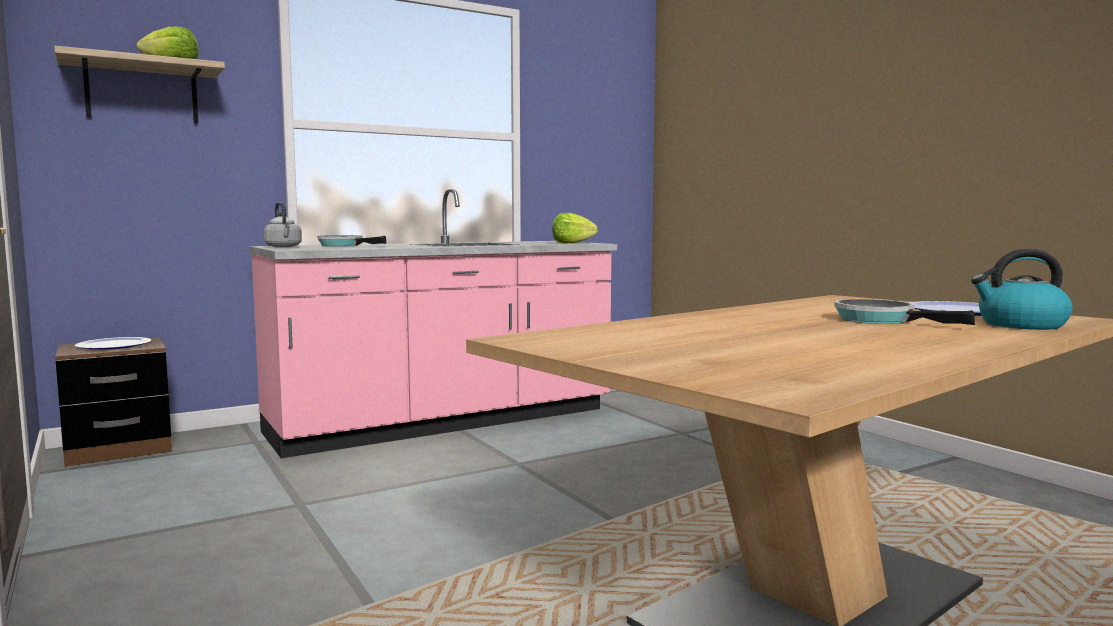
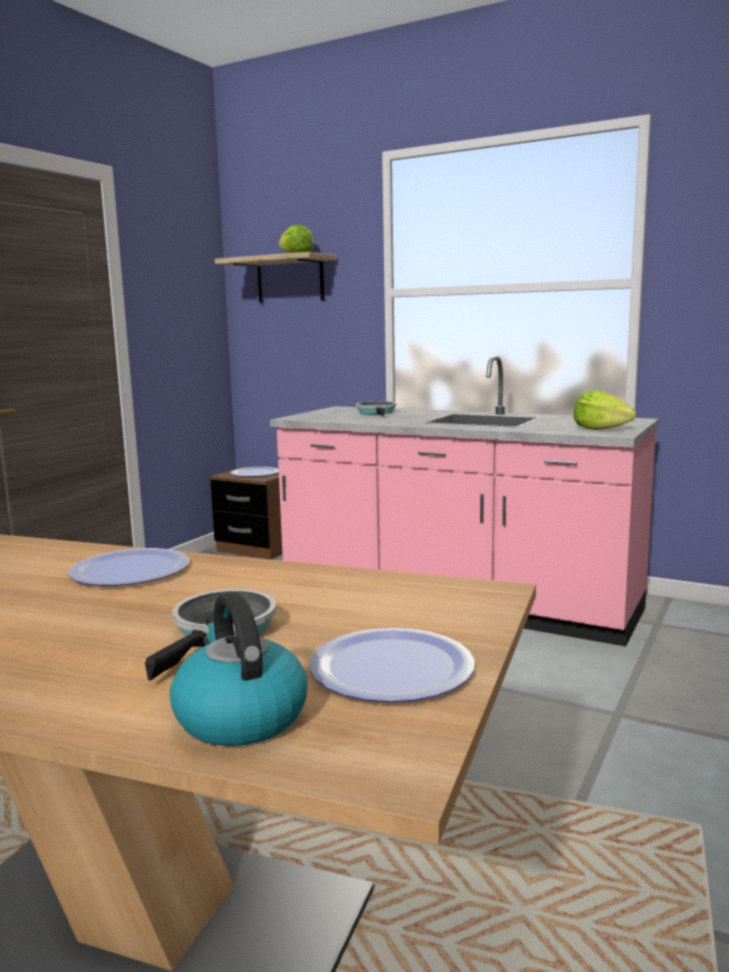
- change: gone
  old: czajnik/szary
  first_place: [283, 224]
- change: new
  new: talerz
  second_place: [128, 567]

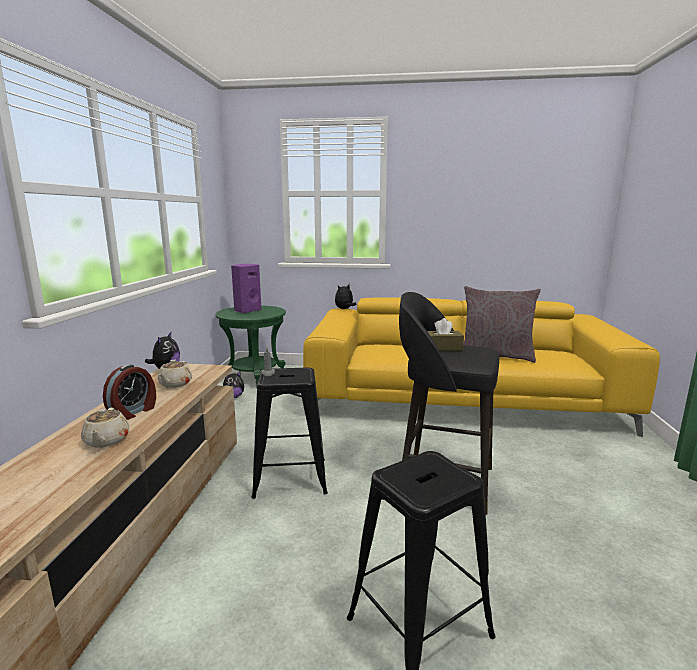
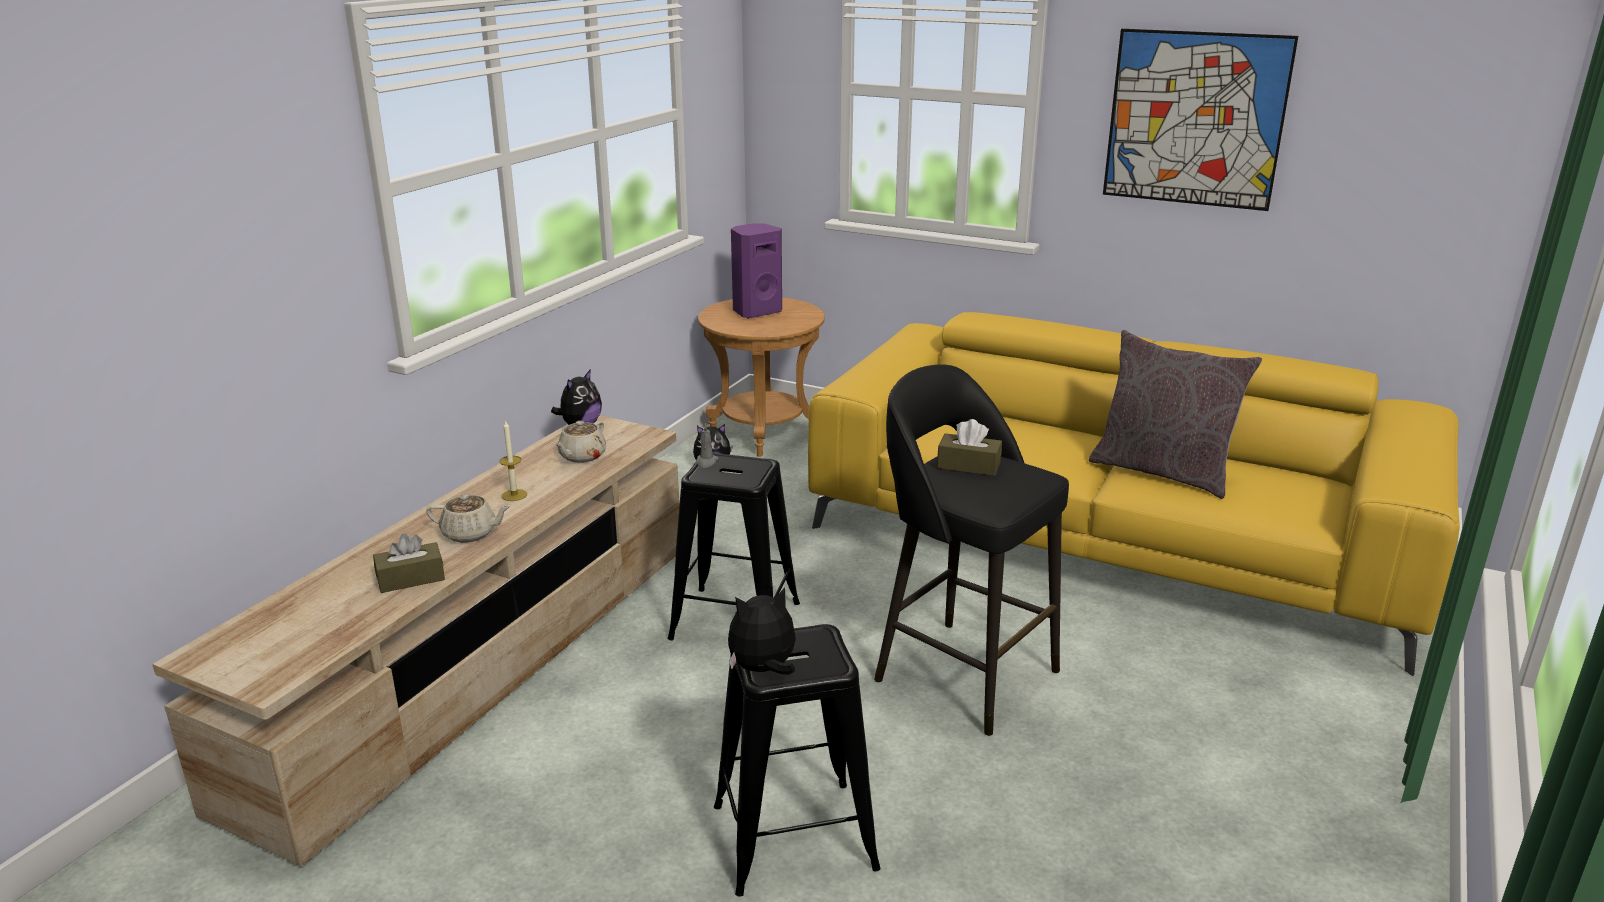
- change: rotated
  old: imbryk/beżowy
  first_place: [105, 428]
  second_place: [468, 518]
  degrees: -90
- change: swapped
  old: budzik
  new: świeca
  first_place: [129, 392]
  second_place: [513, 461]
- change: repainted
  old: stolik/zielony
  new: stolik/brązowy
  first_place: [250, 346]
  second_place: [761, 377]
- change: shifted
  old: pluszak
  first_place: [345, 296]
  second_place: [762, 631]
- change: new
  new: pudełko chusteczek/brązowy
  second_place: [409, 563]
- change: new
  new: obraz
  second_place: [1200, 120]

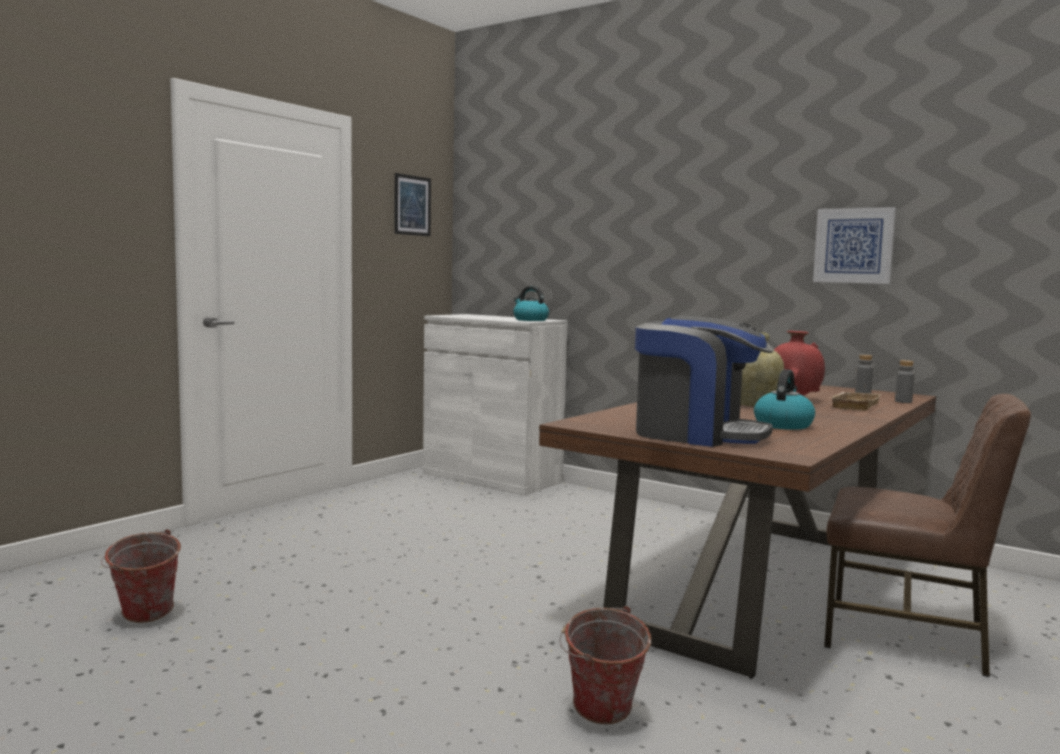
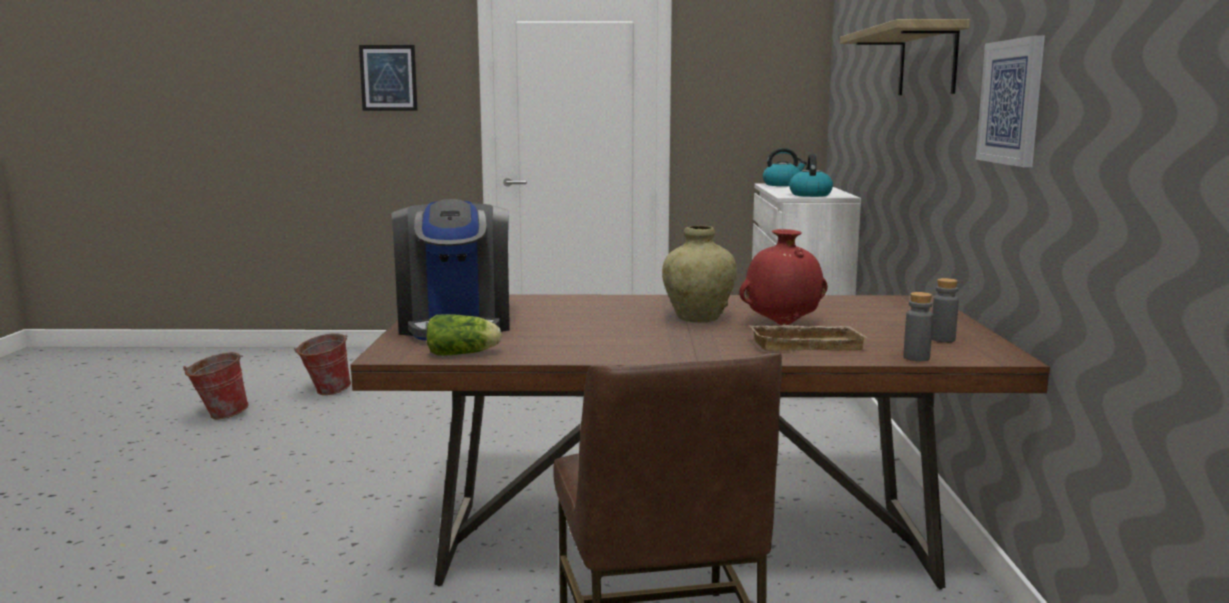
- change: shifted
  old: obraz
  first_place: [412, 204]
  second_place: [388, 78]
- change: shifted
  old: wiadro
  first_place: [605, 665]
  second_place: [216, 385]
- change: shifted
  old: czajnik
  first_place: [784, 399]
  second_place: [785, 167]
- change: new
  new: sałata
  second_place: [464, 334]
- change: new
  new: półka
  second_place: [905, 57]

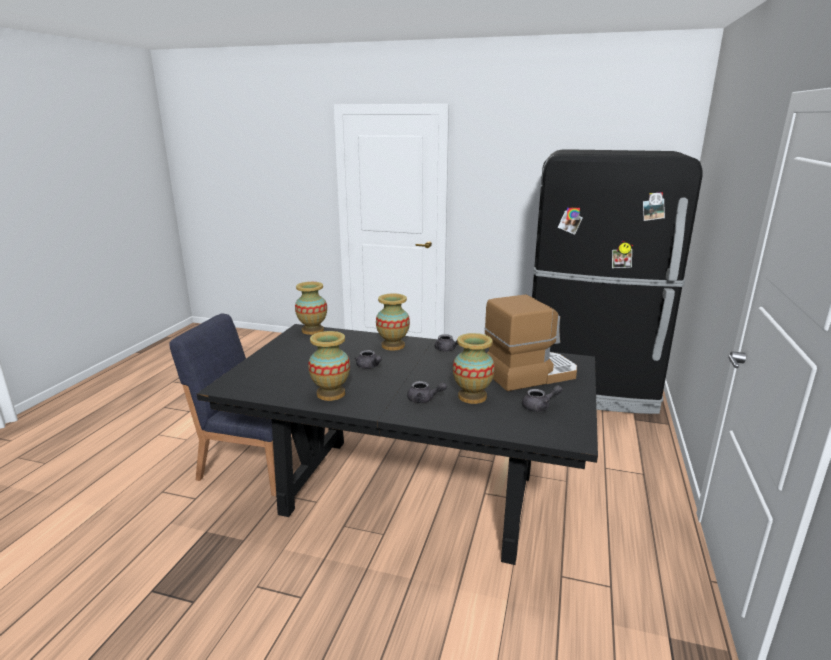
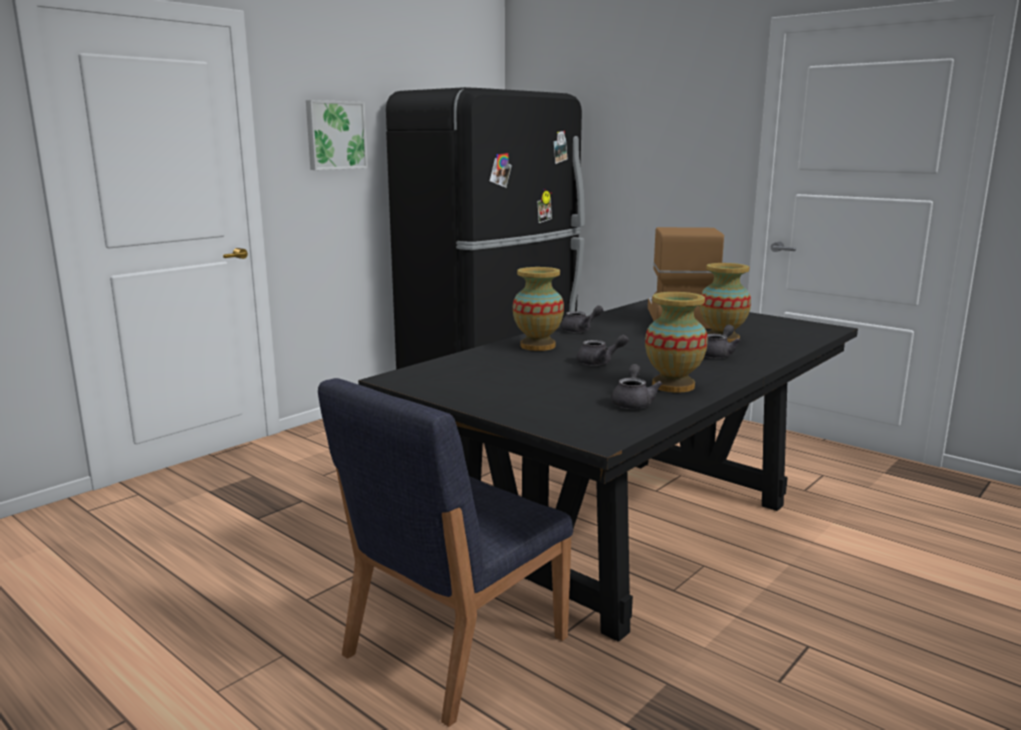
- change: gone
  old: wazon
  first_place: [311, 308]
- change: shifted
  old: imbryk/szary
  first_place: [542, 398]
  second_place: [637, 386]
- change: new
  new: obraz
  second_place: [337, 135]

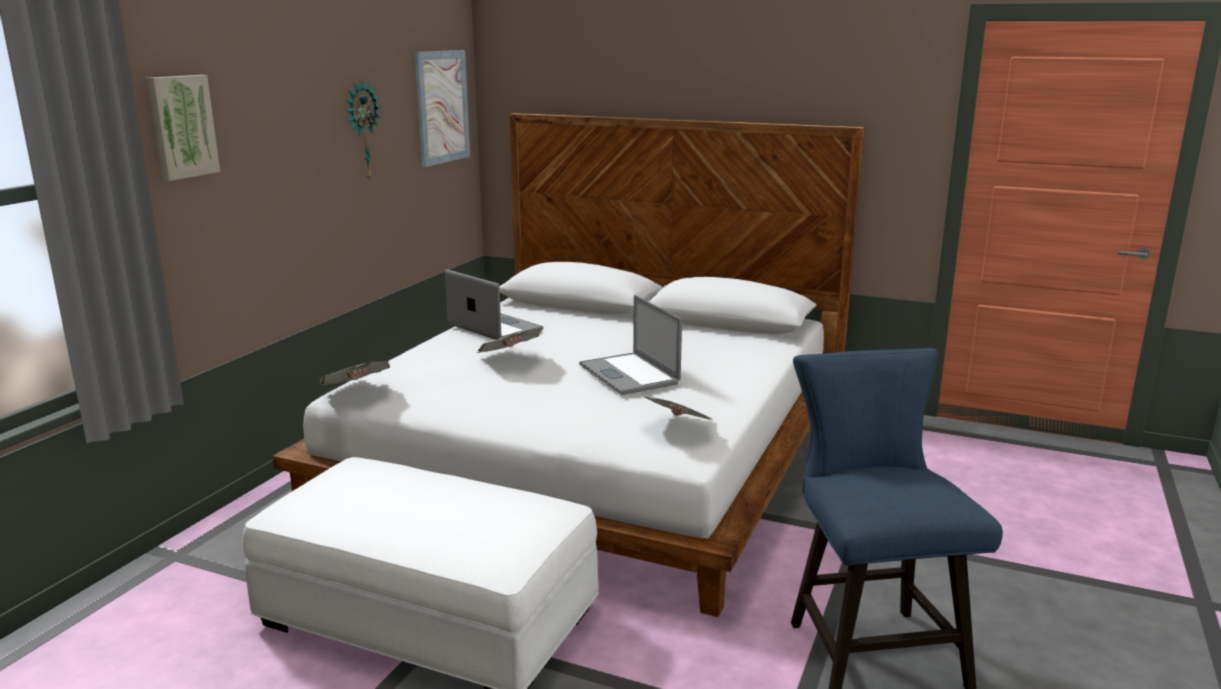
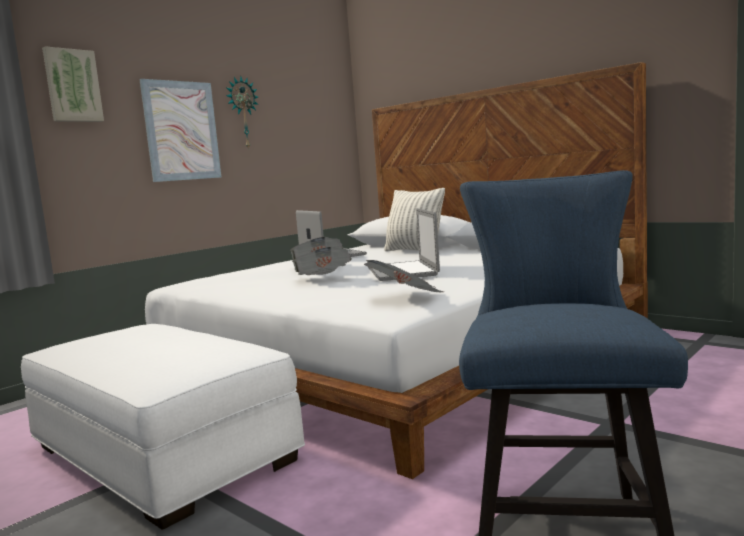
- change: shifted
  old: gazeta
  first_place: [355, 373]
  second_place: [322, 261]
- change: shifted
  old: obraz
  first_place: [442, 108]
  second_place: [180, 130]
- change: new
  new: poduszka
  second_place: [414, 219]

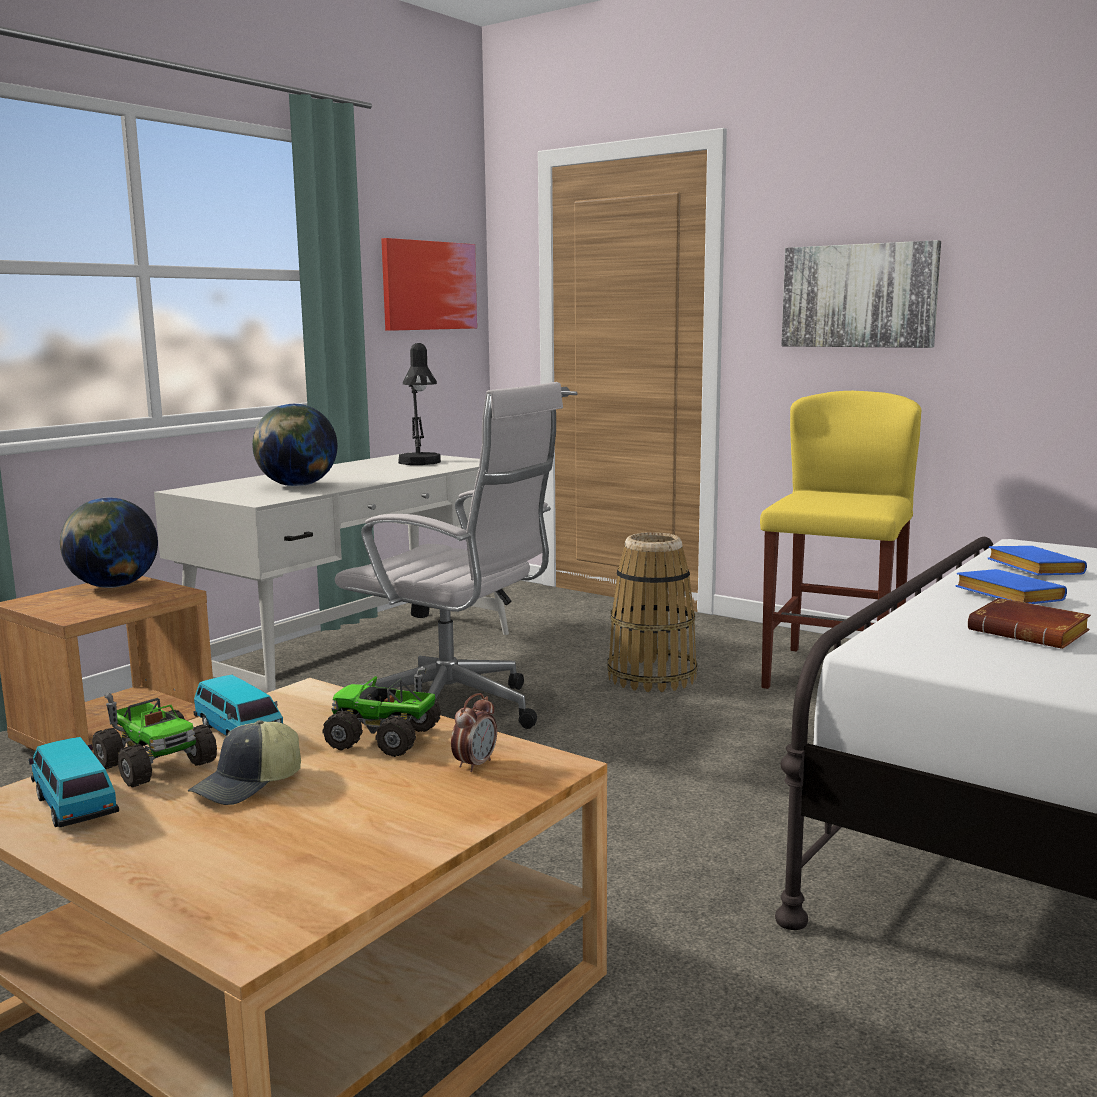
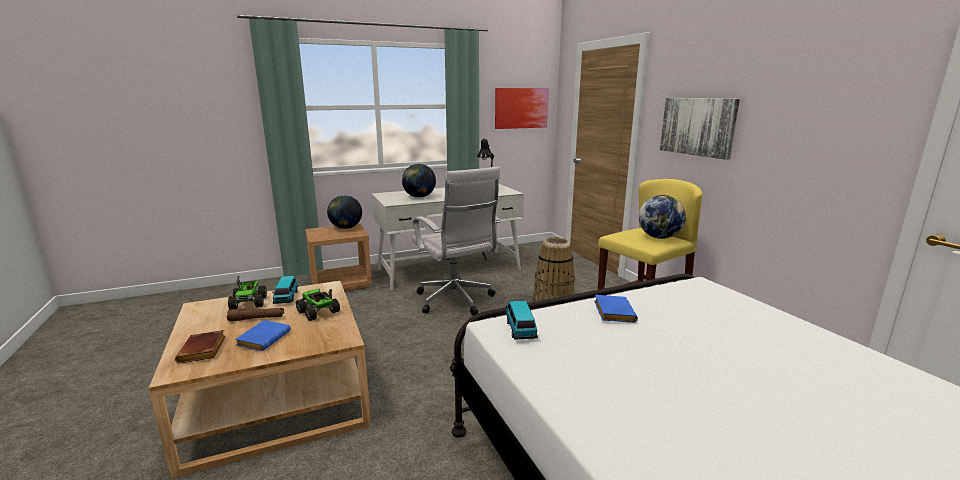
- change: shifted
  old: samochodzik
  first_place: [74, 782]
  second_place: [521, 320]
- change: swapped
  old: czapka z daszkiem
  new: latarka/brązowy
  first_place: [244, 762]
  second_place: [255, 314]
- change: gone
  old: budzik
  first_place: [474, 732]
- change: shifted
  old: książka/brązowy
  first_place: [1029, 623]
  second_place: [200, 347]
- change: shifted
  old: książka/niebieski
  first_place: [1037, 560]
  second_place: [263, 335]
- change: new
  new: globus
  second_place: [662, 217]

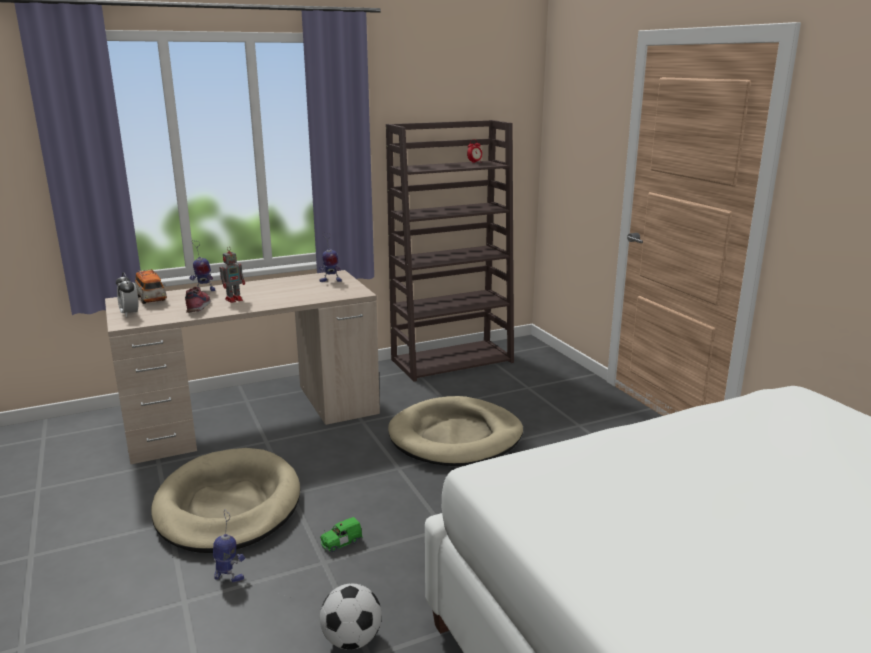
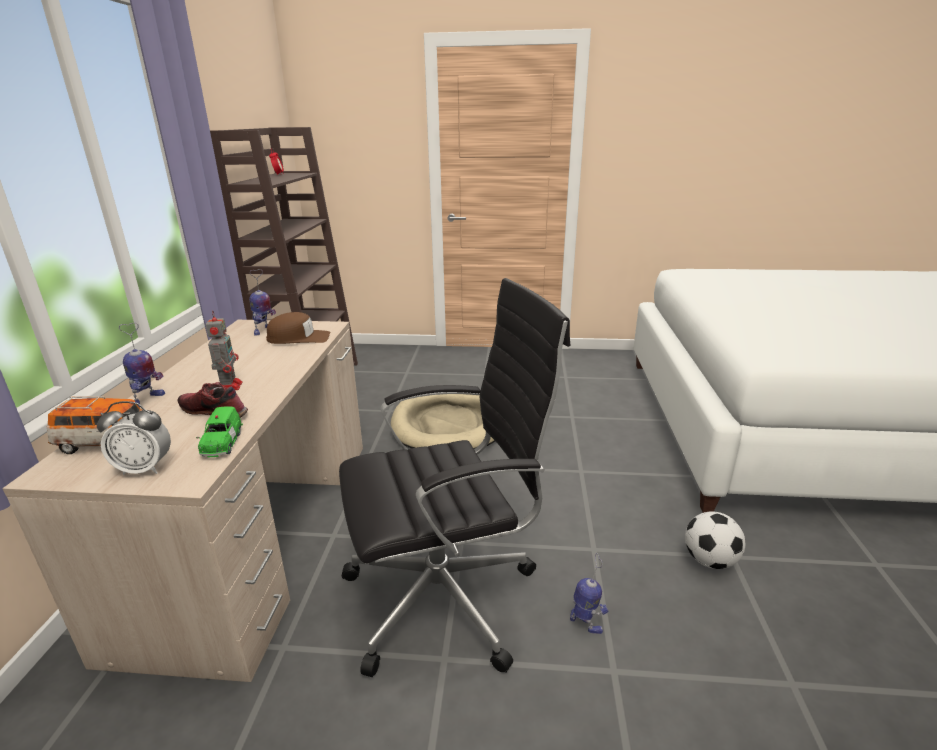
- change: swapped
  old: legowisko/beżowy
  new: krzesło biurowe/czarny
  first_place: [225, 500]
  second_place: [454, 477]
- change: rotated
  old: robot zabawkowy
  first_place: [229, 546]
  second_place: [589, 593]
  degrees: 90
- change: shifted
  old: samochodzik/zielony
  first_place: [341, 534]
  second_place: [219, 432]
- change: new
  new: czapka z daszkiem/brązowy
  second_place: [298, 328]

